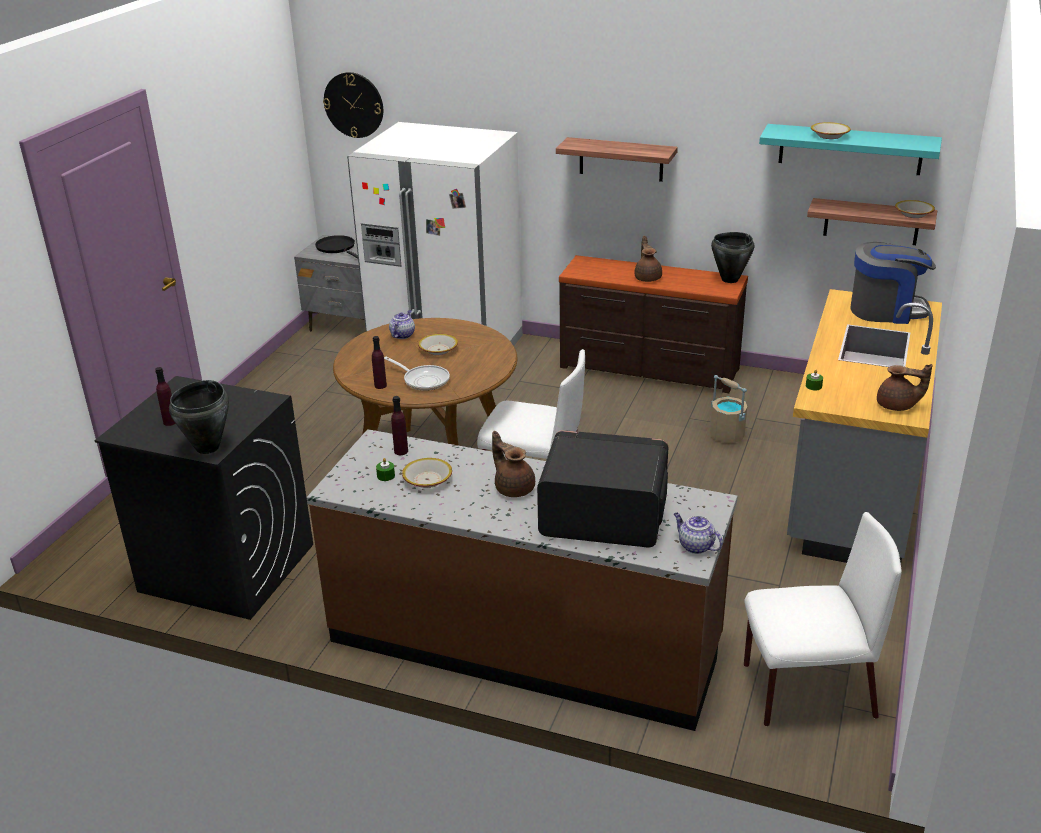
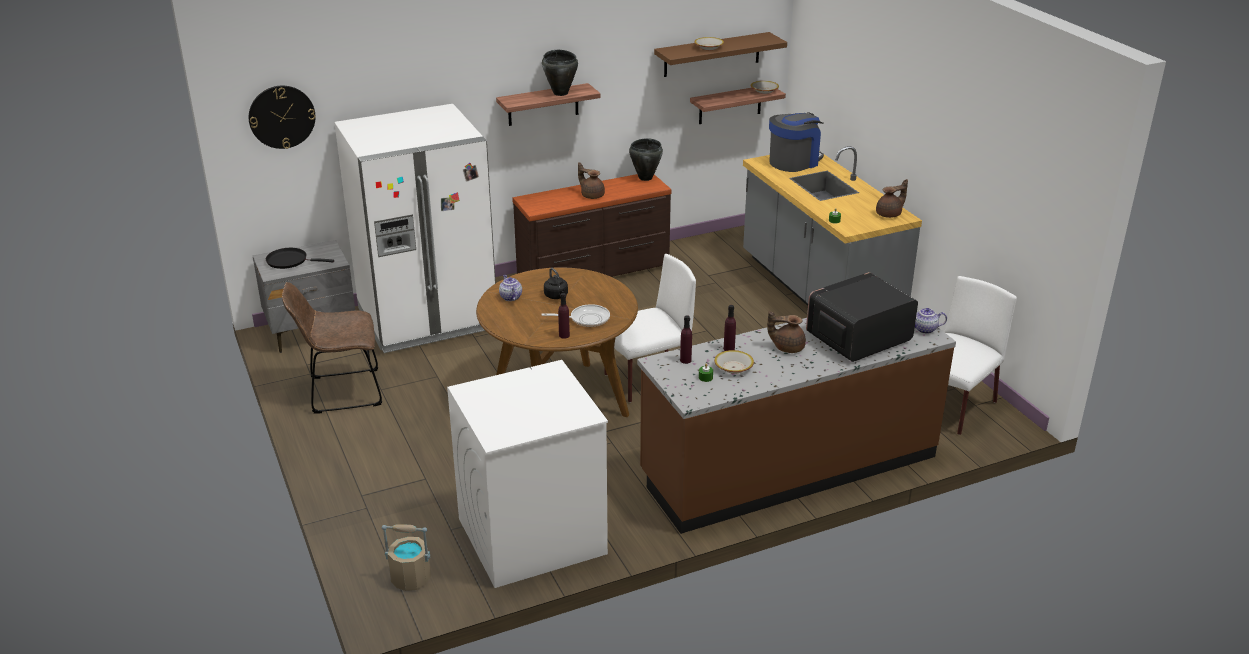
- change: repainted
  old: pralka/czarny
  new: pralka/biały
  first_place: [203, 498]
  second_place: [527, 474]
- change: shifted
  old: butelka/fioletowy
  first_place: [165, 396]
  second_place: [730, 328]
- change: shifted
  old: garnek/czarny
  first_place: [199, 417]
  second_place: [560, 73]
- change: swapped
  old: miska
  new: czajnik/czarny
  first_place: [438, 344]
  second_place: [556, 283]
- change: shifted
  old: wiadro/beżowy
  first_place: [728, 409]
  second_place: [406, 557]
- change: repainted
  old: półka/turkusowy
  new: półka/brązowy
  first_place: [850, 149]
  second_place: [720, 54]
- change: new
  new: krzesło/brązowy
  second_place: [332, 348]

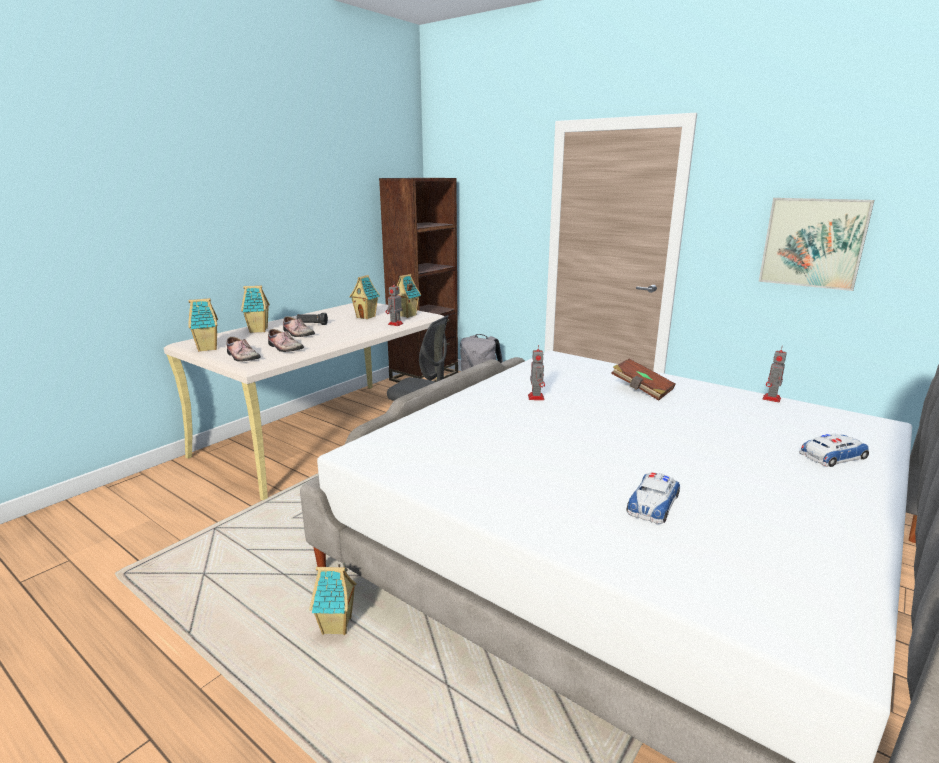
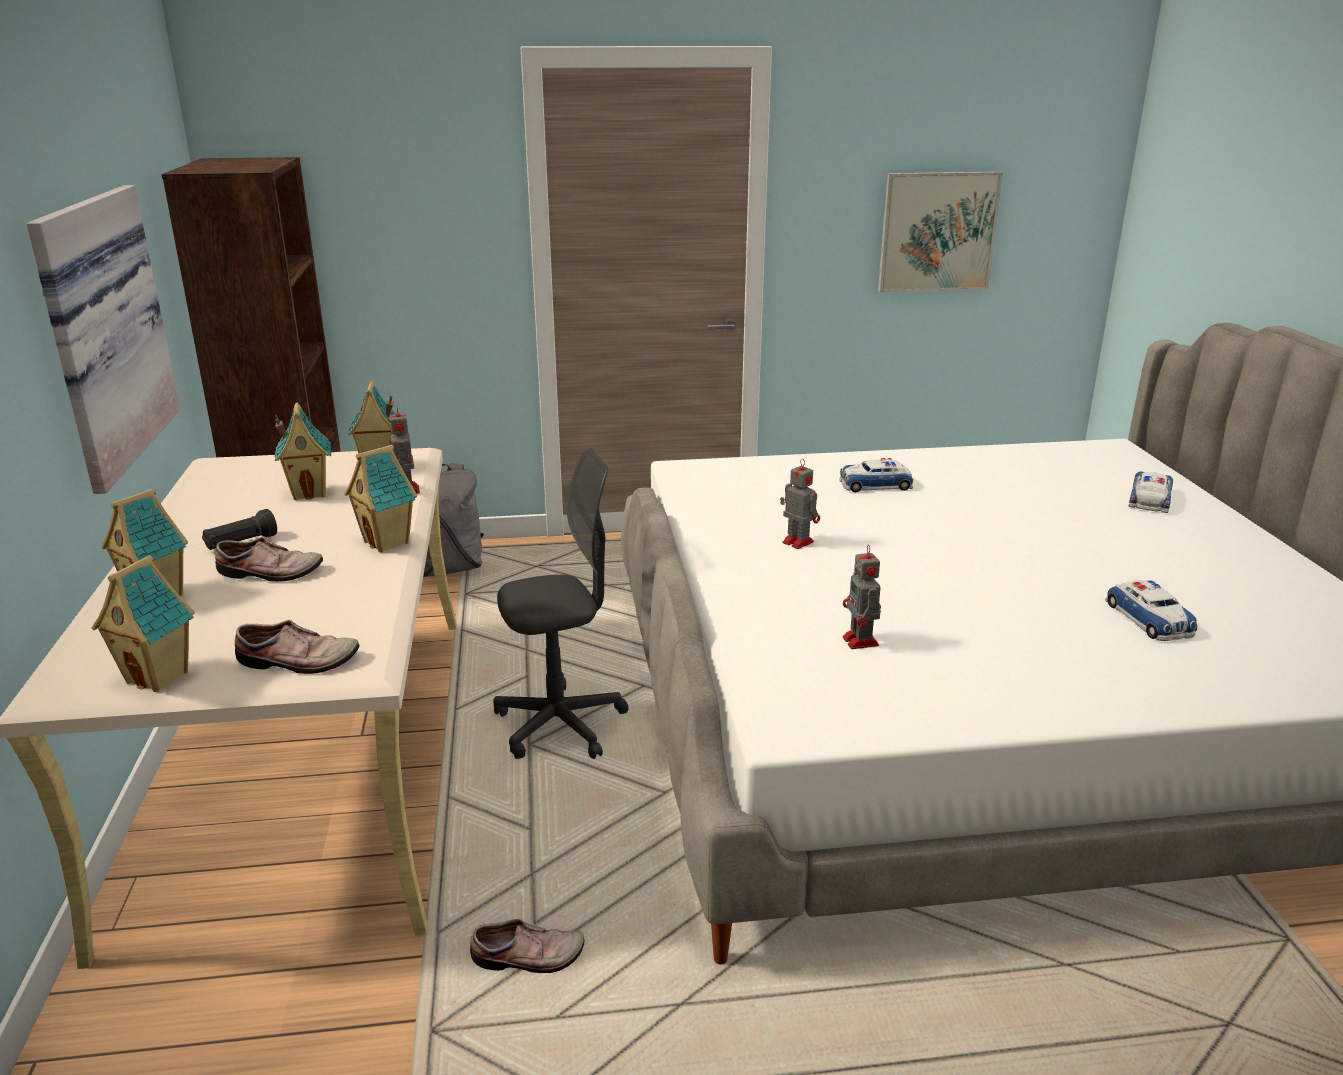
- change: shifted
  old: but
  first_place: [286, 340]
  second_place: [527, 946]
- change: shifted
  old: domek
  first_place: [333, 598]
  second_place: [380, 498]
- change: swapped
  old: książka/brązowy
  new: samochodzik
  first_place: [643, 380]
  second_place: [876, 475]
- change: shifted
  old: robot zabawkowy
  first_place: [775, 375]
  second_place: [862, 597]
- change: new
  new: obraz
  second_place: [103, 339]

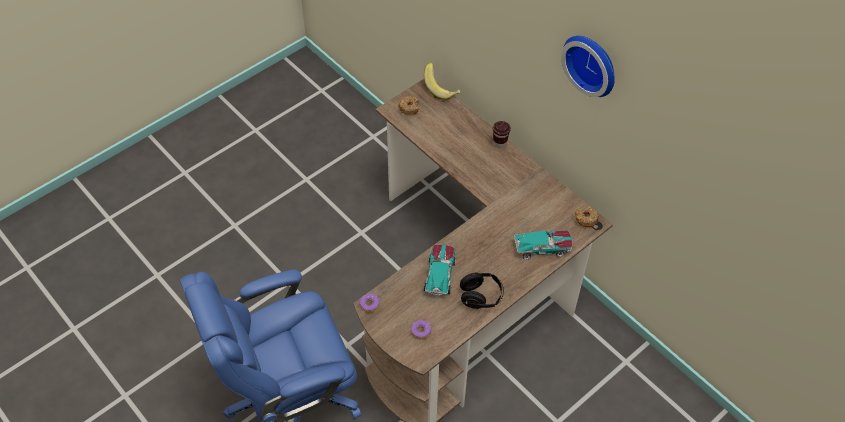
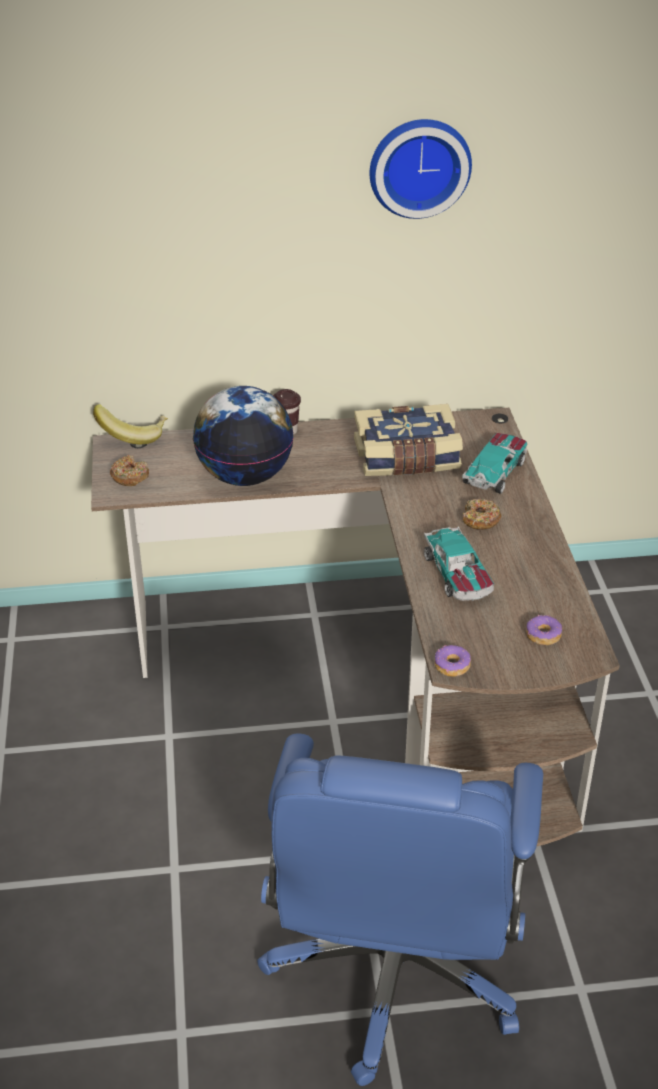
- change: rotated
  old: samochodzik
  first_place: [440, 270]
  second_place: [459, 563]
  degrees: -150
- change: gone
  old: słuchawki/czarny
  first_place: [482, 291]
- change: shifted
  old: donut
  first_place: [587, 216]
  second_place: [481, 514]
- change: new
  new: globus
  second_place: [243, 436]
- change: new
  new: książka
  second_place: [408, 440]

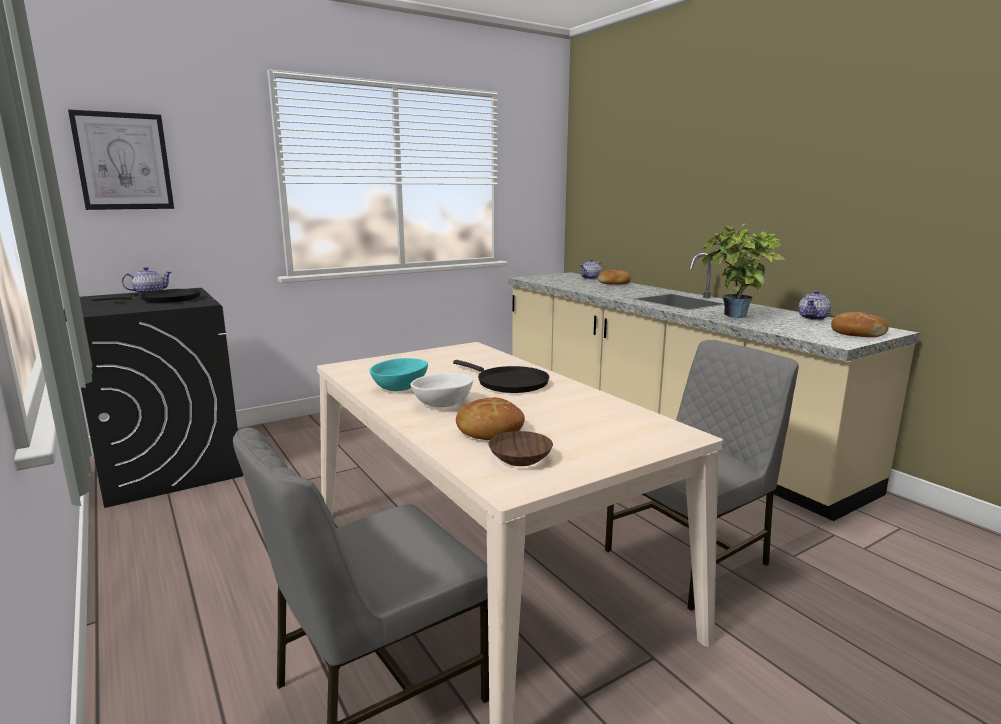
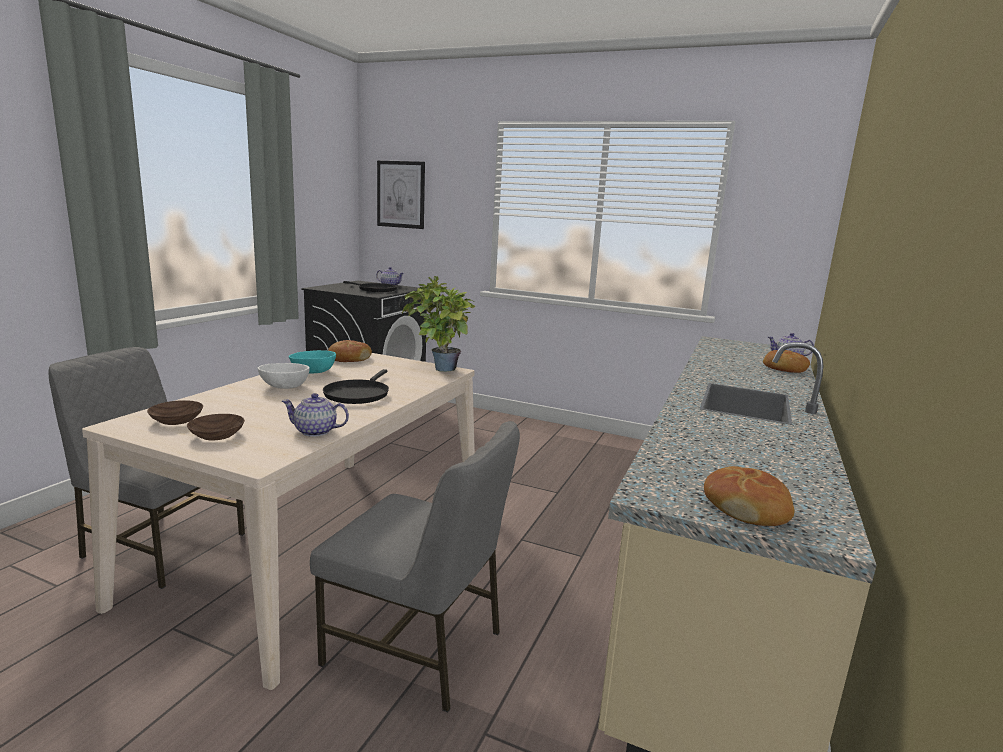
- change: shifted
  old: chleb
  first_place: [490, 418]
  second_place: [350, 351]
- change: shifted
  old: roślina doniczkowa
  first_place: [743, 270]
  second_place: [439, 324]
- change: shifted
  old: imbryk
  first_place: [814, 305]
  second_place: [315, 415]
- change: new
  new: miska/brązowy
  second_place: [216, 427]

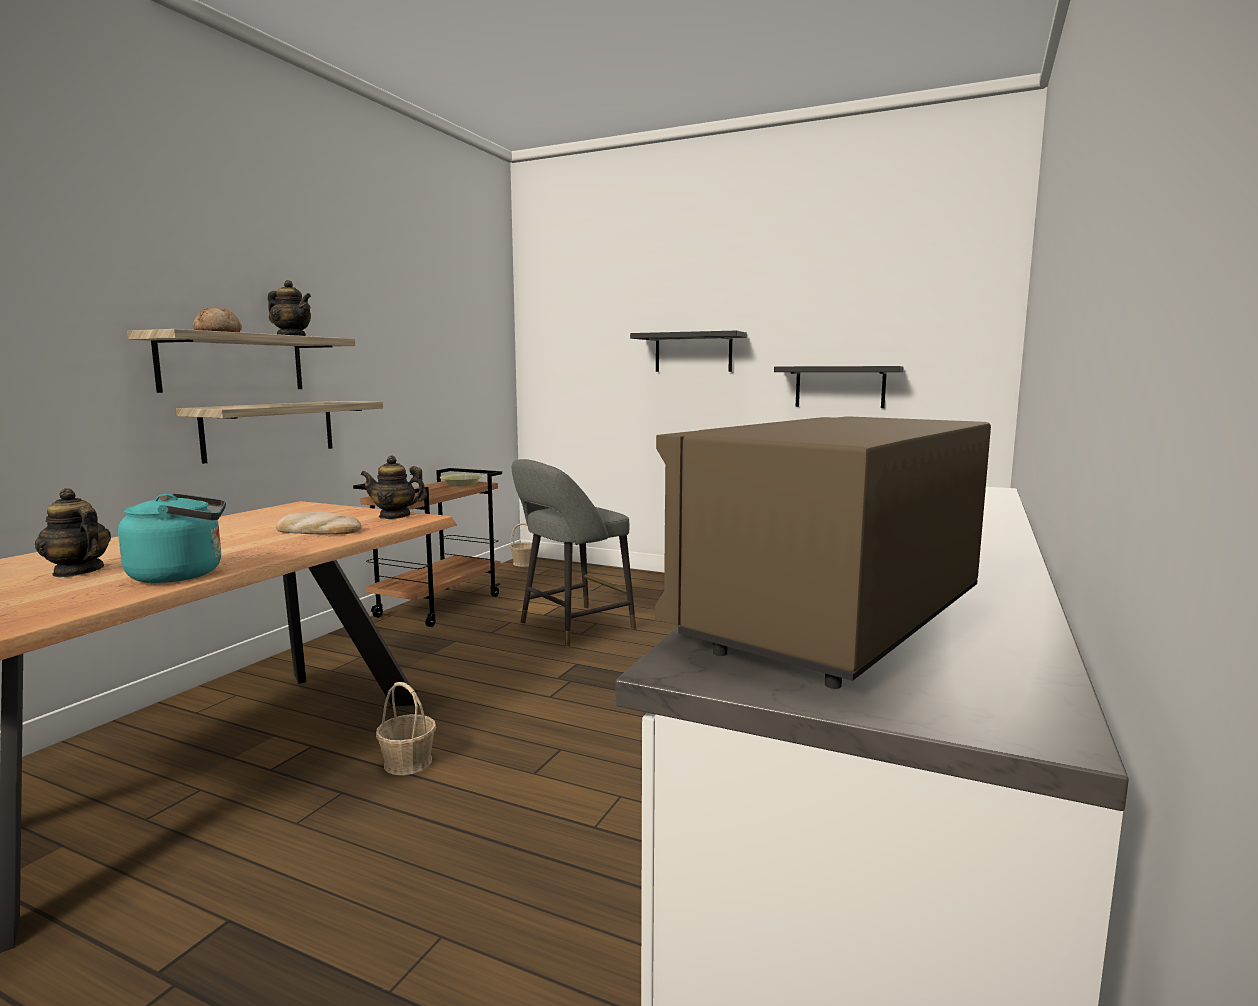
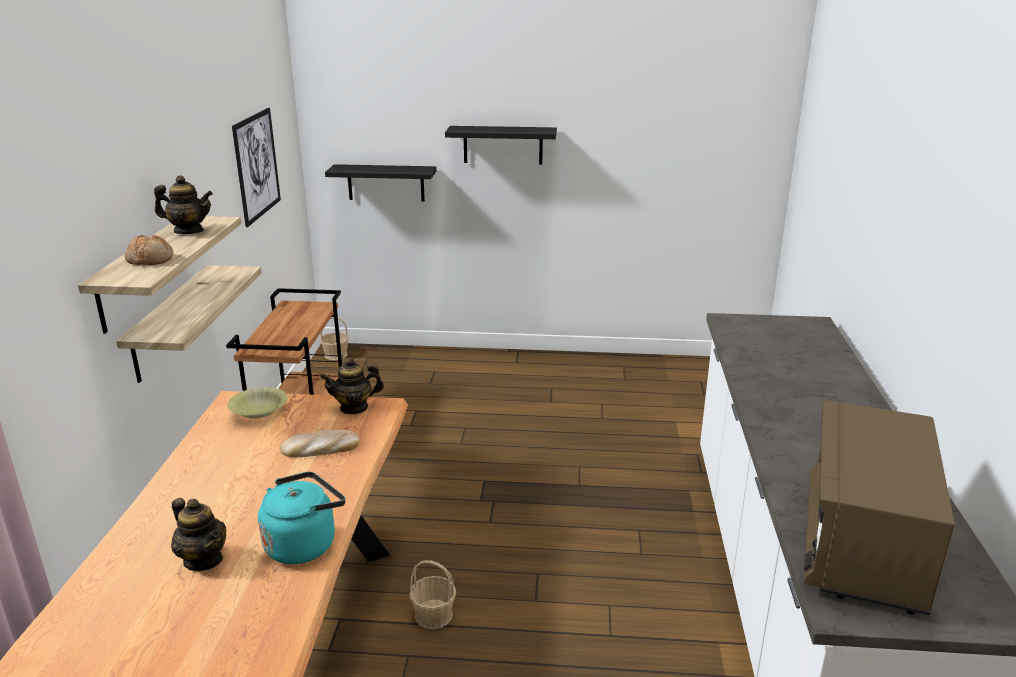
- change: rotated
  old: imbryk
  first_place: [73, 532]
  second_place: [199, 534]
  degrees: -150
- change: shifted
  old: miska/żółty
  first_place: [462, 480]
  second_place: [257, 402]
- change: gone
  old: stołek/szary
  first_place: [574, 553]
- change: shifted
  old: półka/czarny
  first_place: [838, 387]
  second_place: [381, 183]
- change: new
  new: obraz
  second_place: [256, 167]

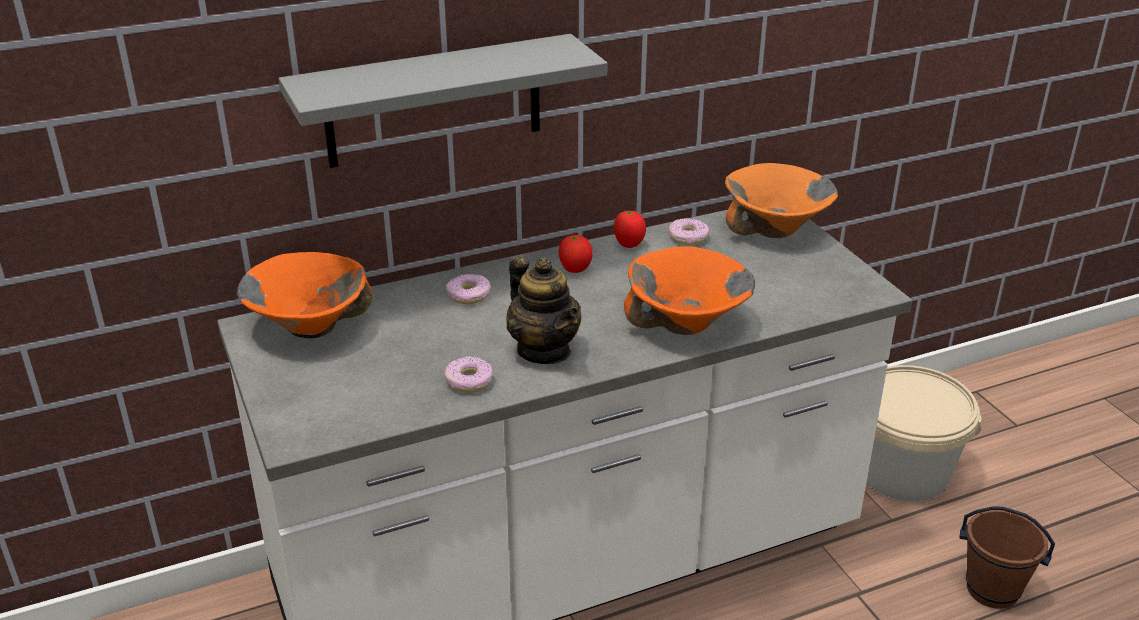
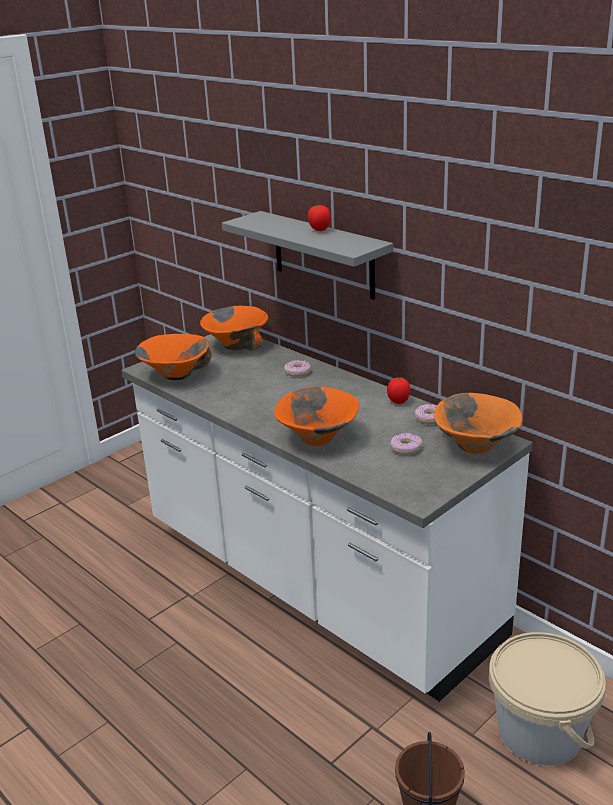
- change: shifted
  old: donut
  first_place: [468, 374]
  second_place: [406, 444]
- change: gone
  old: imbryk
  first_place: [543, 310]
- change: shifted
  old: pomidor
  first_place: [575, 254]
  second_place: [319, 218]
- change: new
  new: miska/pomarańczowy
  second_place: [173, 357]

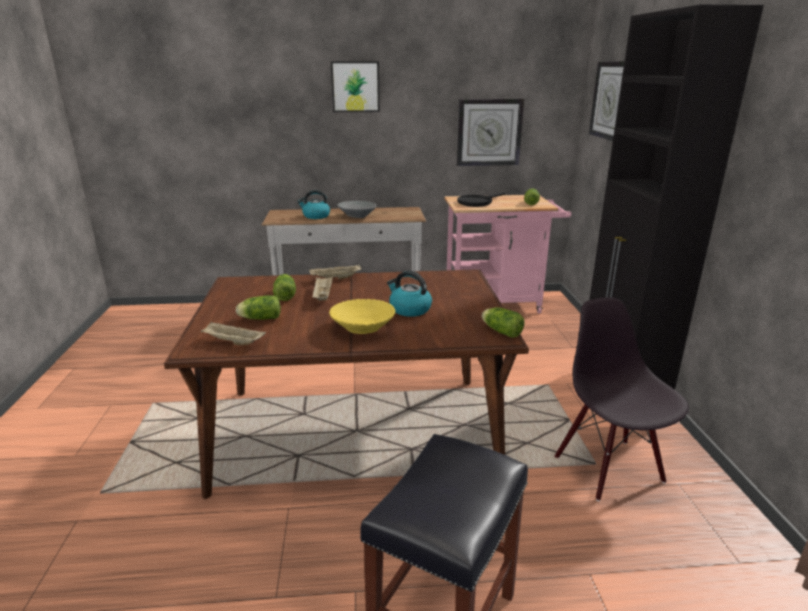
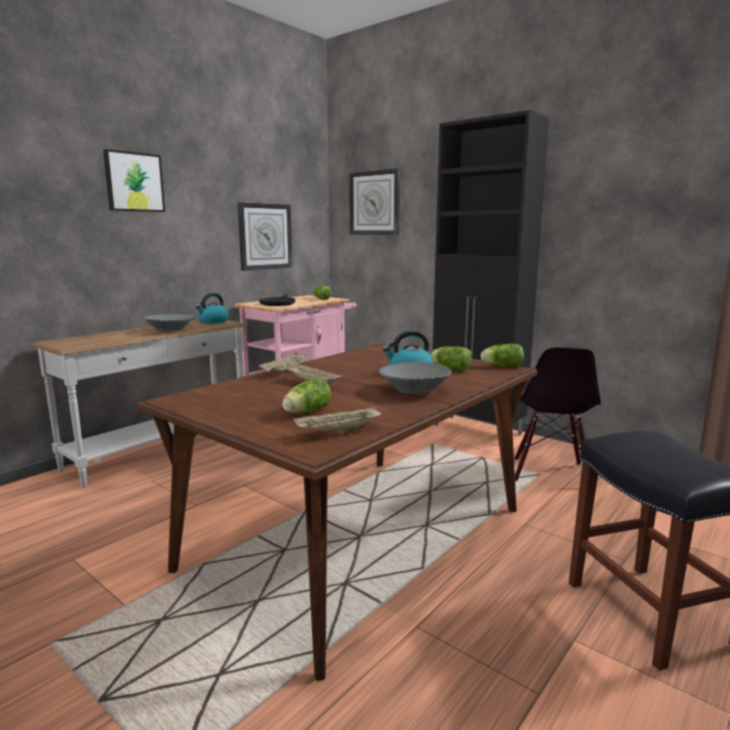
- change: shifted
  old: sałata
  first_place: [284, 287]
  second_place: [451, 358]
- change: shifted
  old: czajnik
  first_place: [314, 204]
  second_place: [212, 308]
- change: repainted
  old: miska/żółty
  new: miska/szary
  first_place: [362, 316]
  second_place: [415, 378]
- change: rotated
  old: krzesło/czarny
  first_place: [622, 399]
  second_place: [557, 414]
  degrees: -105

